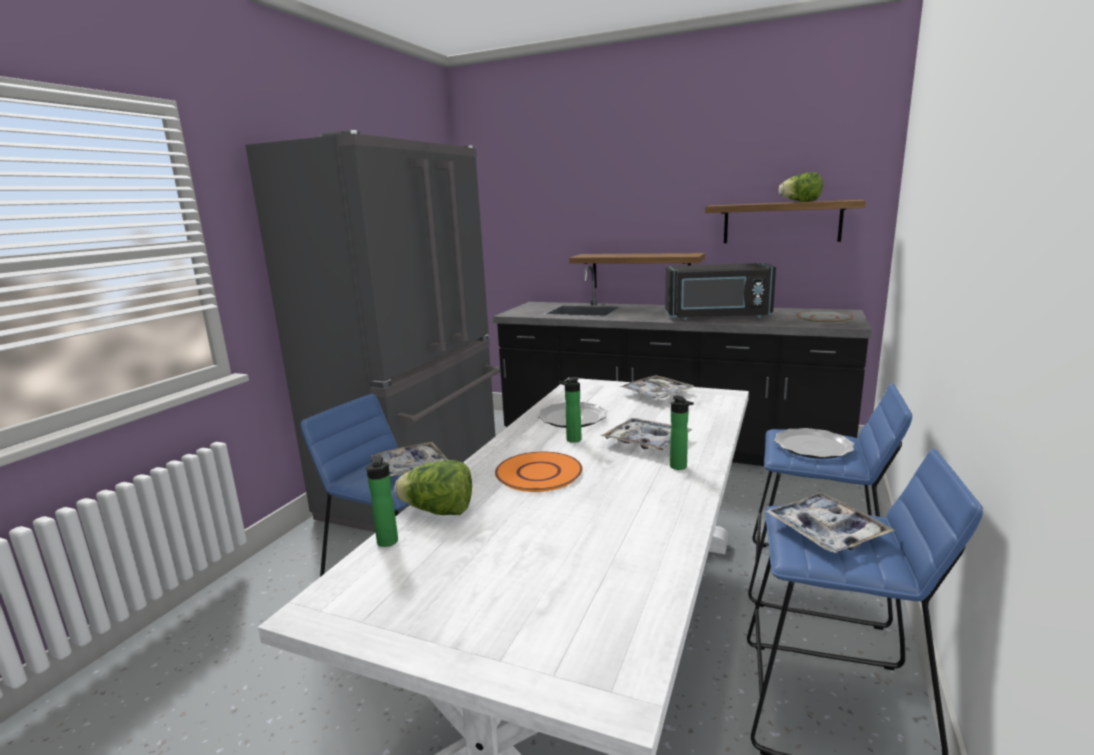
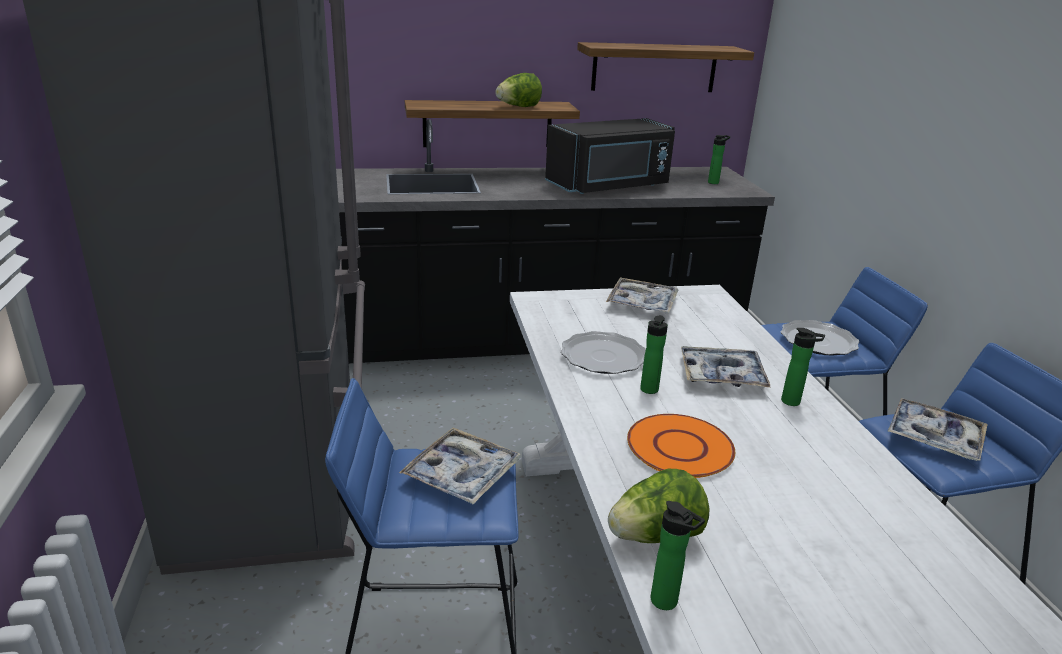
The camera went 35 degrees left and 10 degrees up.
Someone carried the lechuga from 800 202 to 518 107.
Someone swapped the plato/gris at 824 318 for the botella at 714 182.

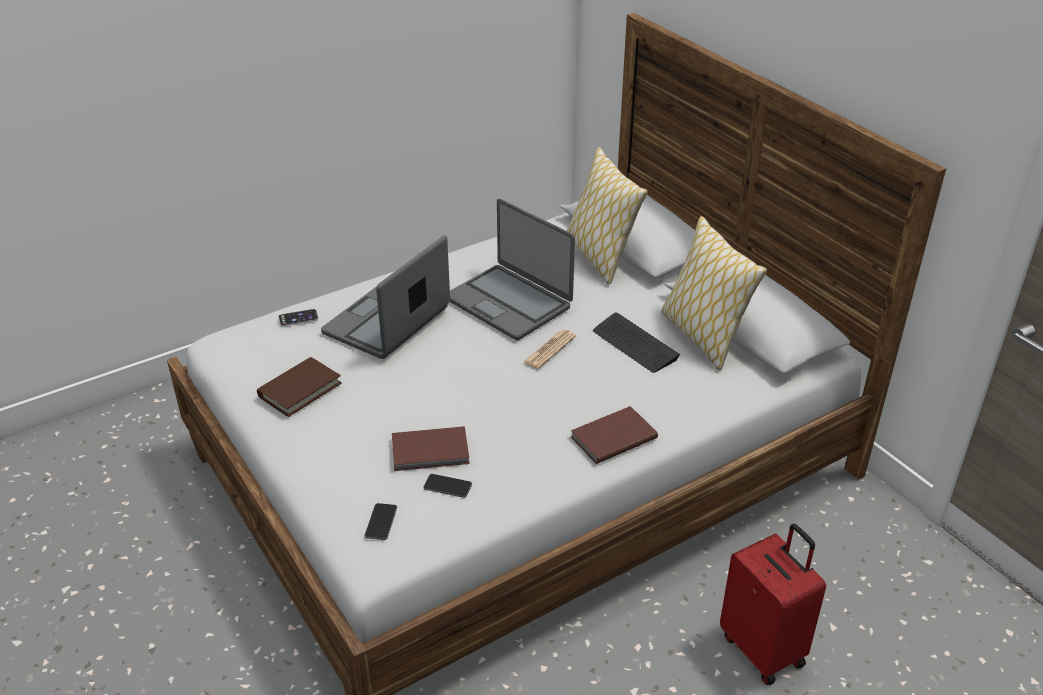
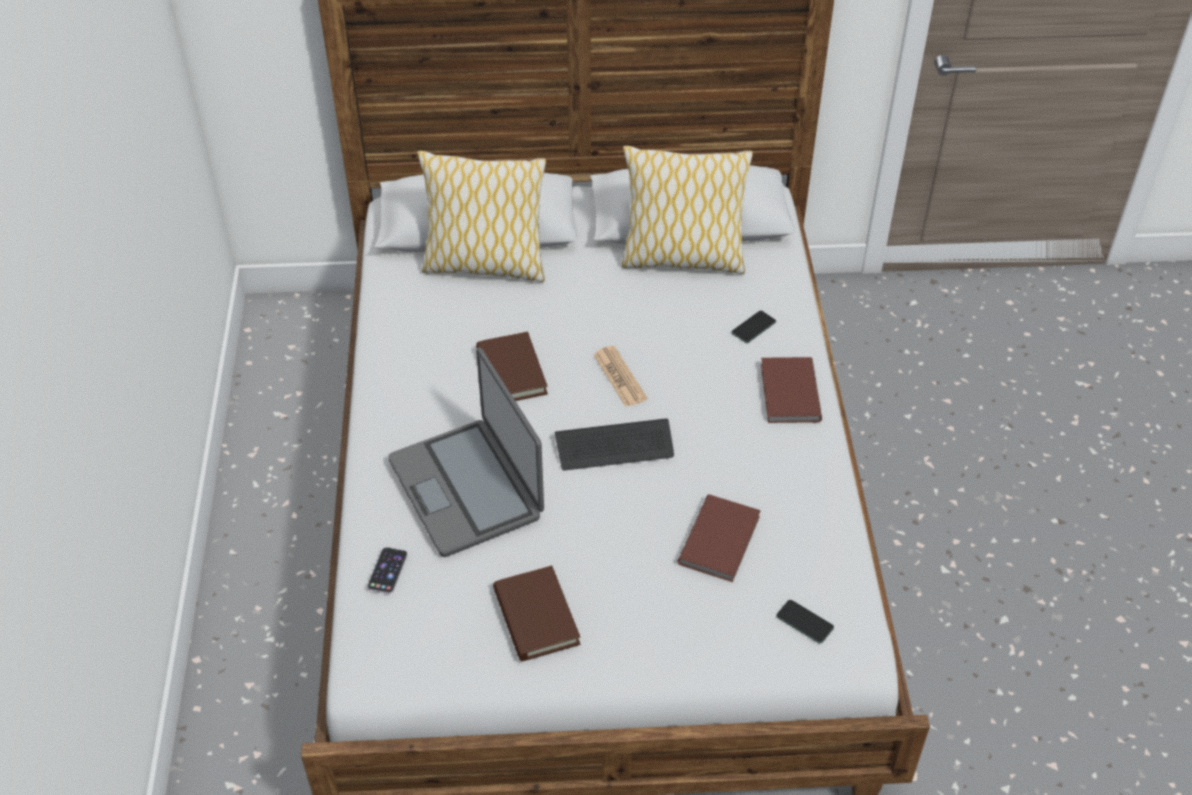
The camera went 60 degrees left and 10 degrees up.
Someone carried the móvil from 447 486 to 753 327.
Someone swapped the portátil at 509 302 for the libro/marrón at 511 372.
Someone carried the teclado from 635 344 to 614 446.
Someone took away the maleta/rojo at 764 649.

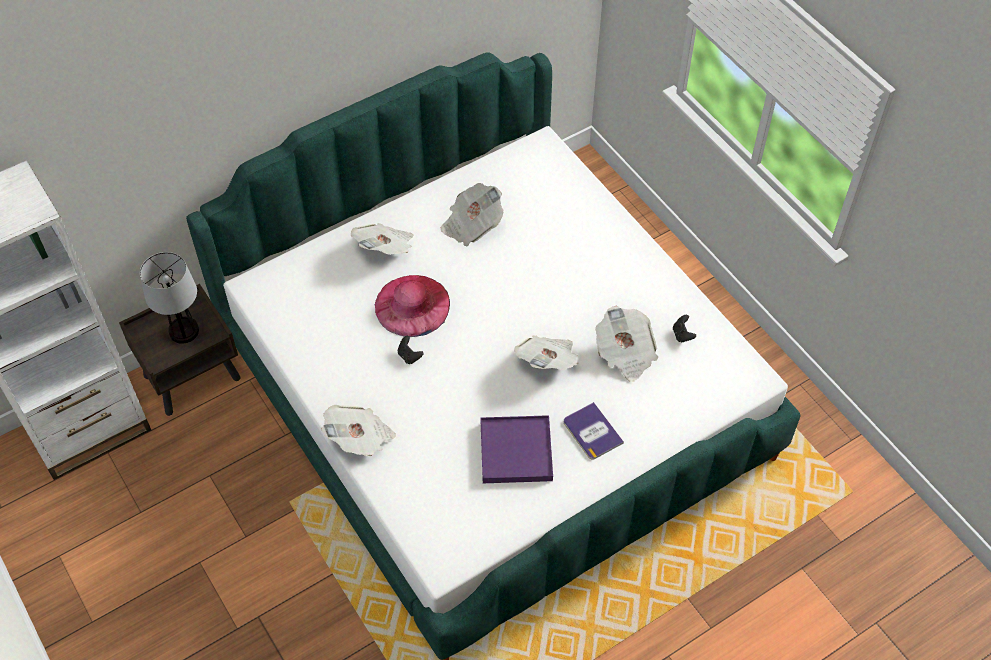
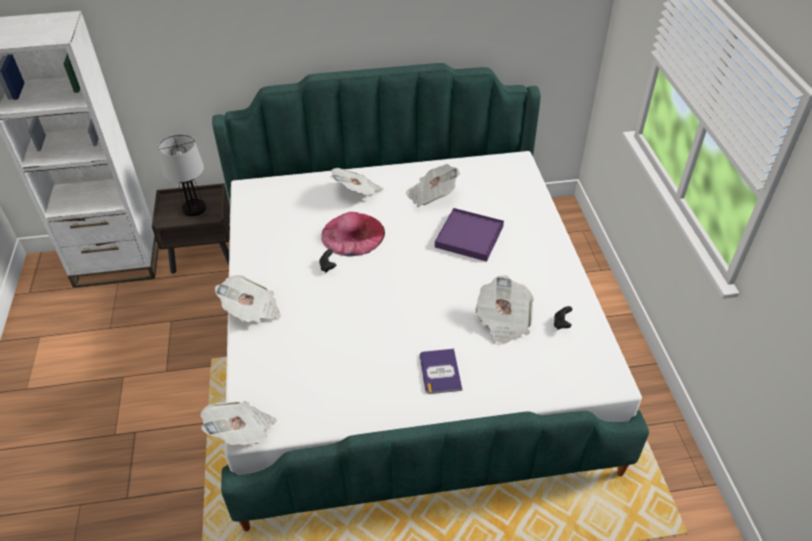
The camera went 25 degrees right and 10 degrees down.
Someone carried the bandeja/morado from 516 451 to 469 237.
Someone carried the periódico from 548 362 to 242 432.

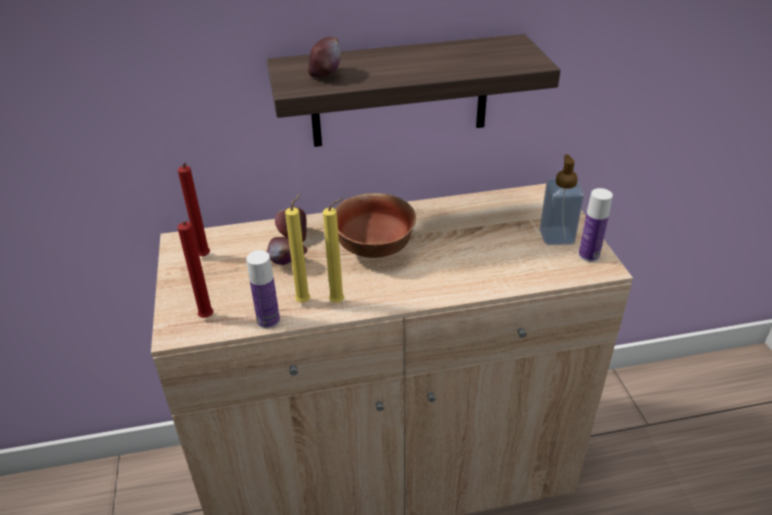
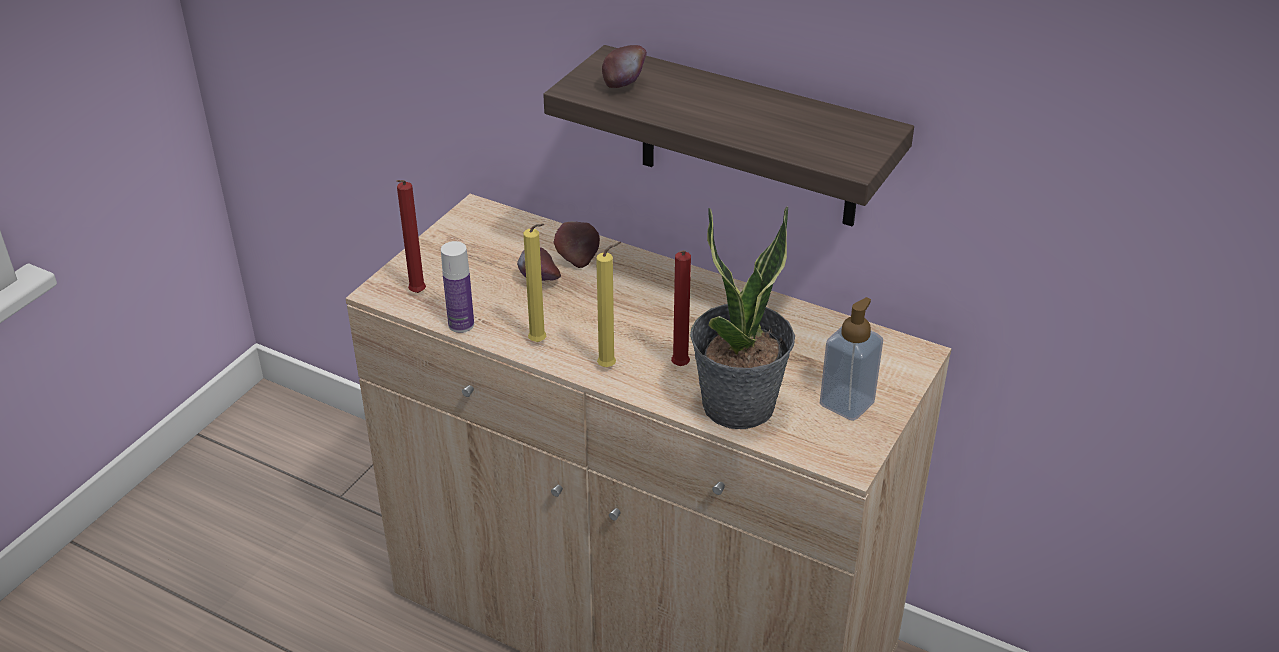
The camera went 40 degrees right and 0 degrees up.
Someone carried the vela/rojo from 204 257 to 679 368.
Someone carried the vela/amarillo from 305 300 to 609 367.
Someone took away the cuenco at 376 249.
Someone took away the botella at 588 255.
Someone put down the planta en maceta at 739 406.

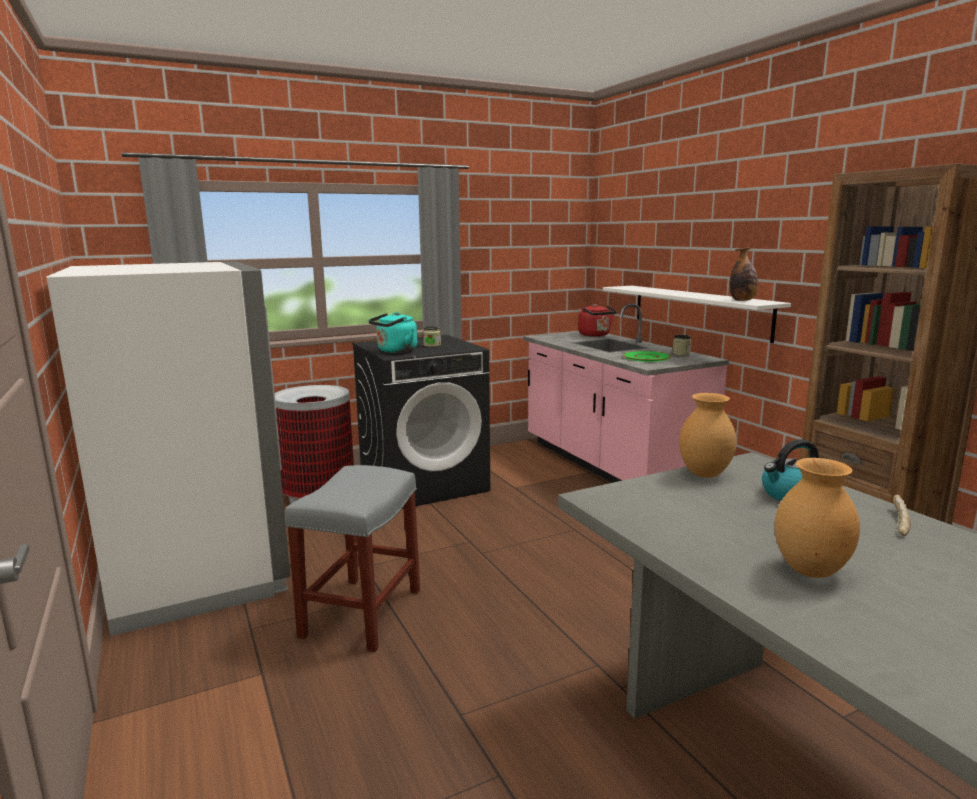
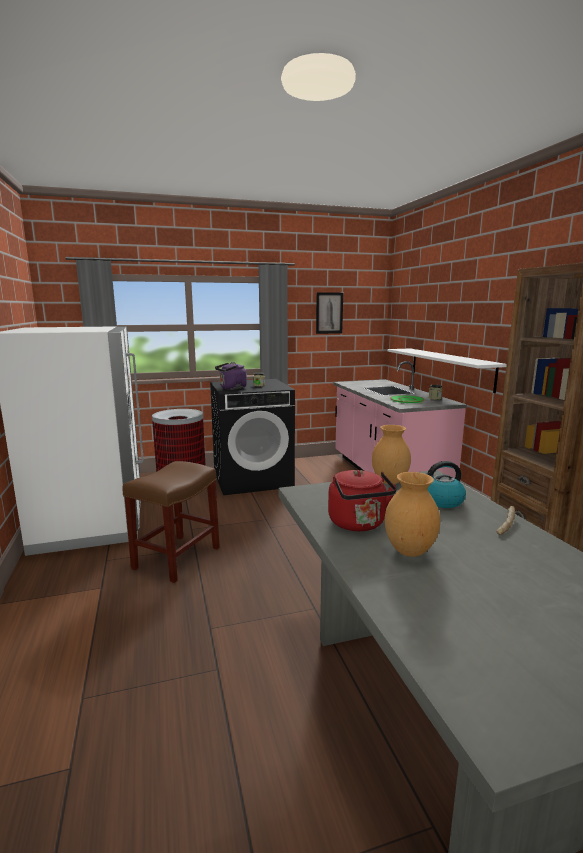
The camera went 10 degrees right and 0 degrees up.
Someone repainted the taburete/gris at 362 614, which became the taburete/marrón at 176 558.
Someone repainted the hervidor/turquesa at 395 351, which became the hervidor/morado at 231 388.
Someone carried the hervidor/rojo from 595 335 to 358 524.
Someone took away the botella at 742 300.
Someone put up the cuadro at 329 313.

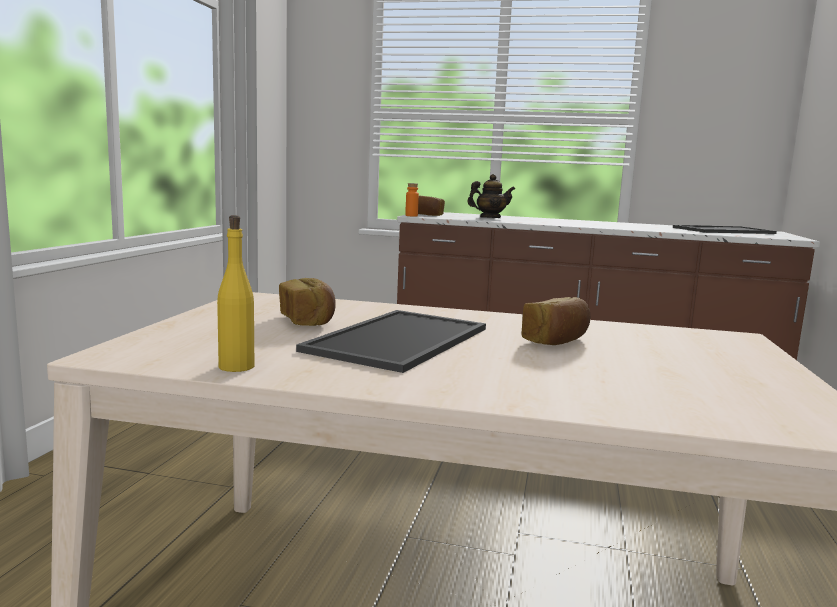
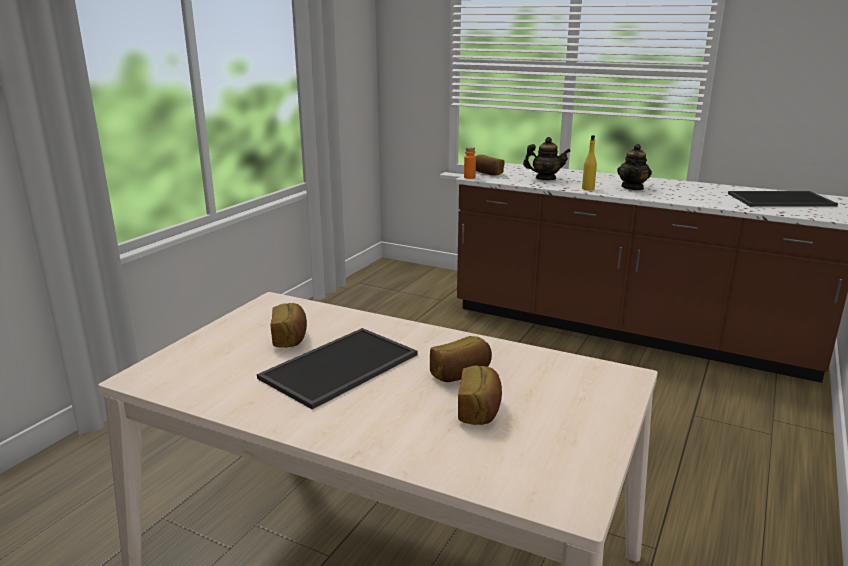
The camera went 15 degrees right and 10 degrees up.
Someone carried the botella/amarillo from 237 366 to 588 189.
Someone put down the pan at 480 410.
Someone put down the tetera at 632 187.

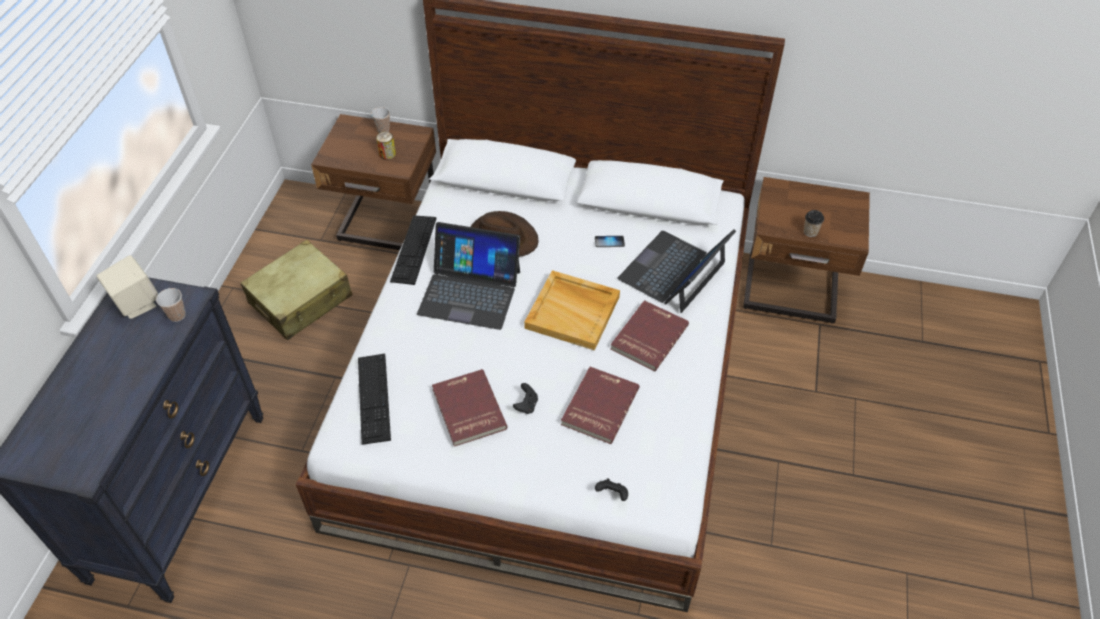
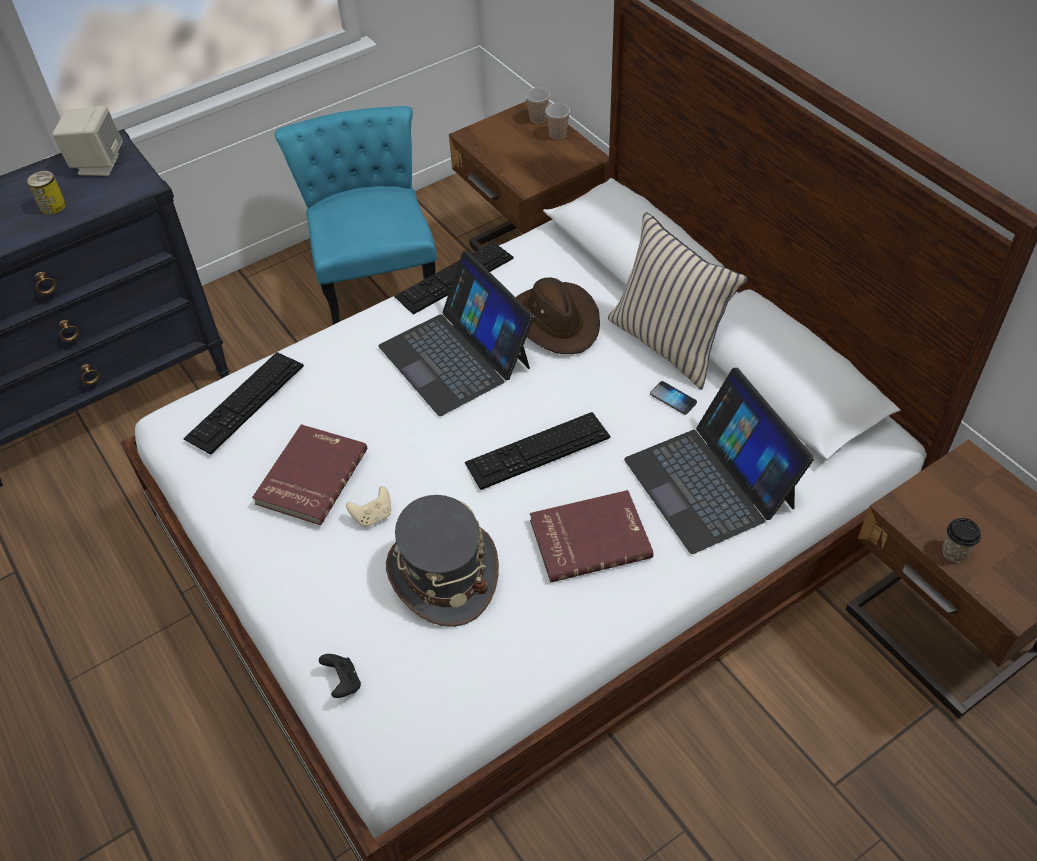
The camera went 45 degrees right and 0 degrees up.
Someone carried the taza from 177 315 to 538 118.
Someone swapped the maleta/beis at 301 300 for the silla/turquesa at 377 286.
Someone carried the lata from 387 154 to 52 206.
Someone repainted the mando de consola/negro at 526 405, which became the mando de consola/beis at 373 516.
Someone swapped the bandeja/beis at 573 312 for the teclado at 537 450.
Someone swapped the libro/rojo at 598 406 for the sombrero/gris at 443 574.
Someone rotated the portátil at 673 272 by 105 degrees counterclockwise.
Someone put down the cojín/beis at 668 343.

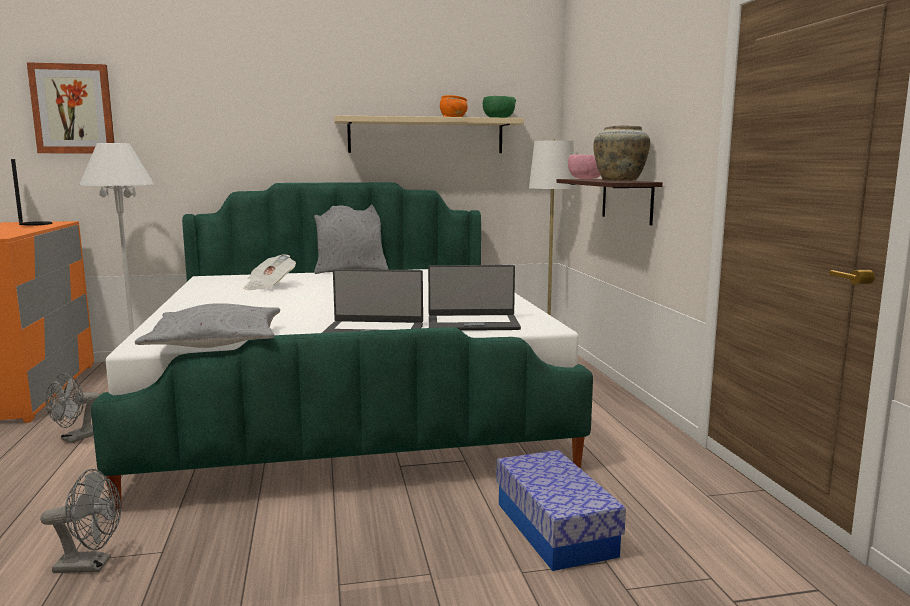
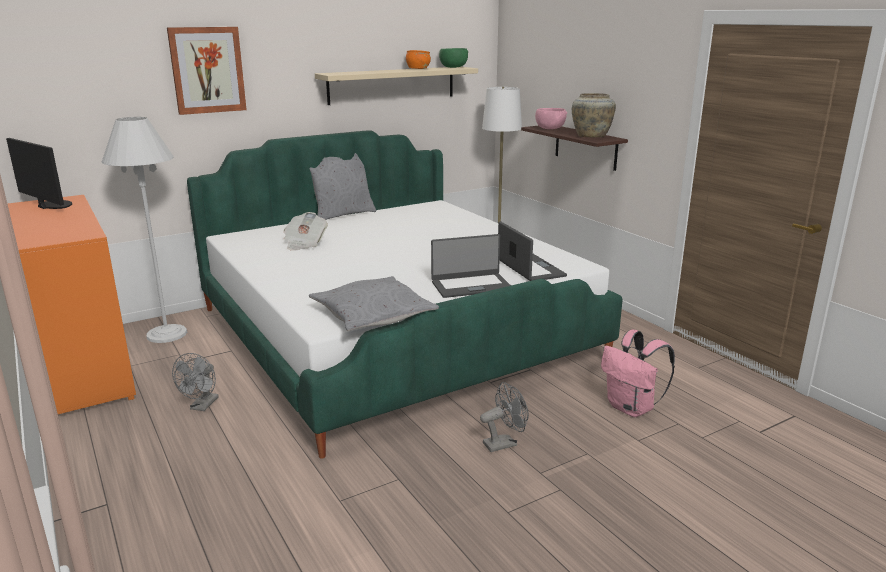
The camera went 20 degrees left and 10 degrees up.
Someone carried the cuadro from 73 109 to 207 70.
Someone carried the ventilador/gris from 91 565 to 504 443.
Someone rotated the portátil at 472 323 by 90 degrees counterclockwise.
Someone swapped the caja de almacenaje at 555 529 for the mochila/rosa at 632 408.

